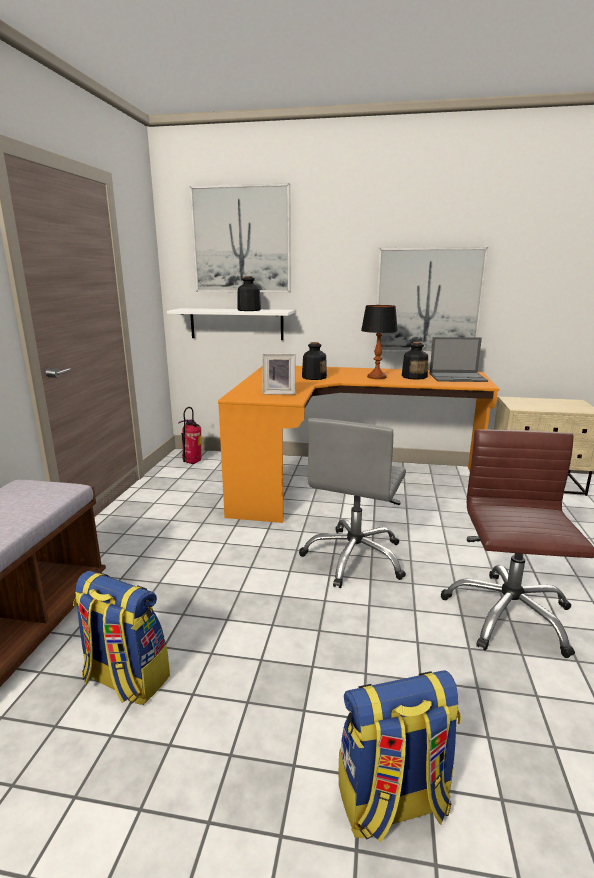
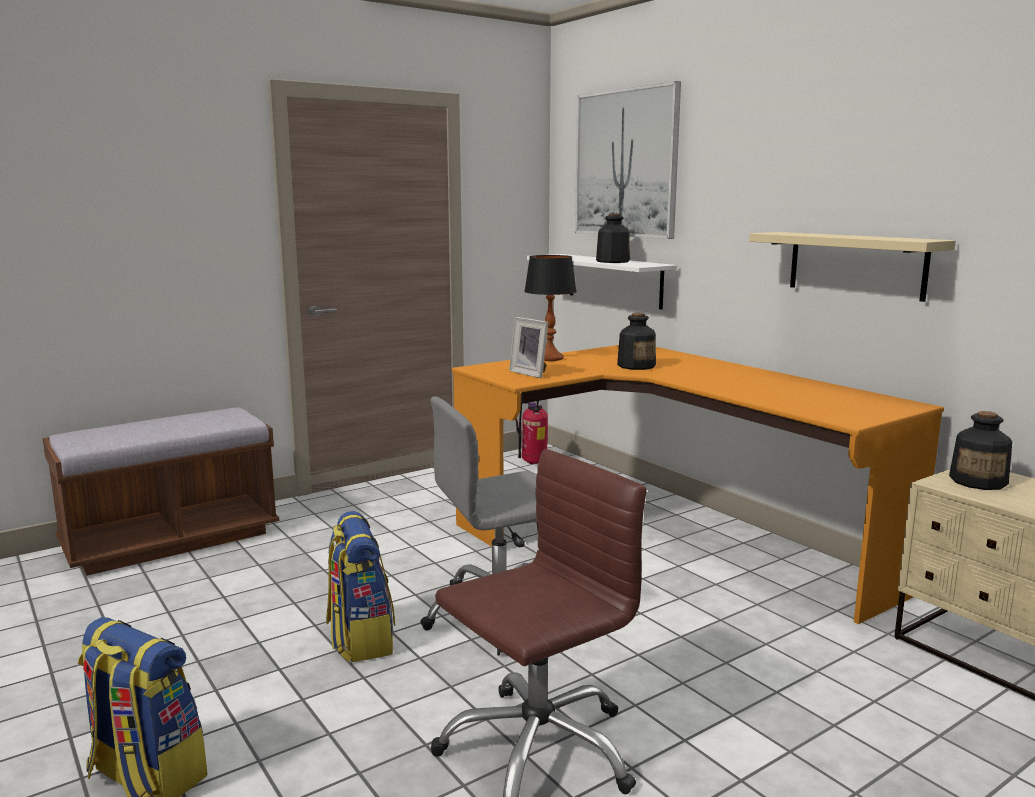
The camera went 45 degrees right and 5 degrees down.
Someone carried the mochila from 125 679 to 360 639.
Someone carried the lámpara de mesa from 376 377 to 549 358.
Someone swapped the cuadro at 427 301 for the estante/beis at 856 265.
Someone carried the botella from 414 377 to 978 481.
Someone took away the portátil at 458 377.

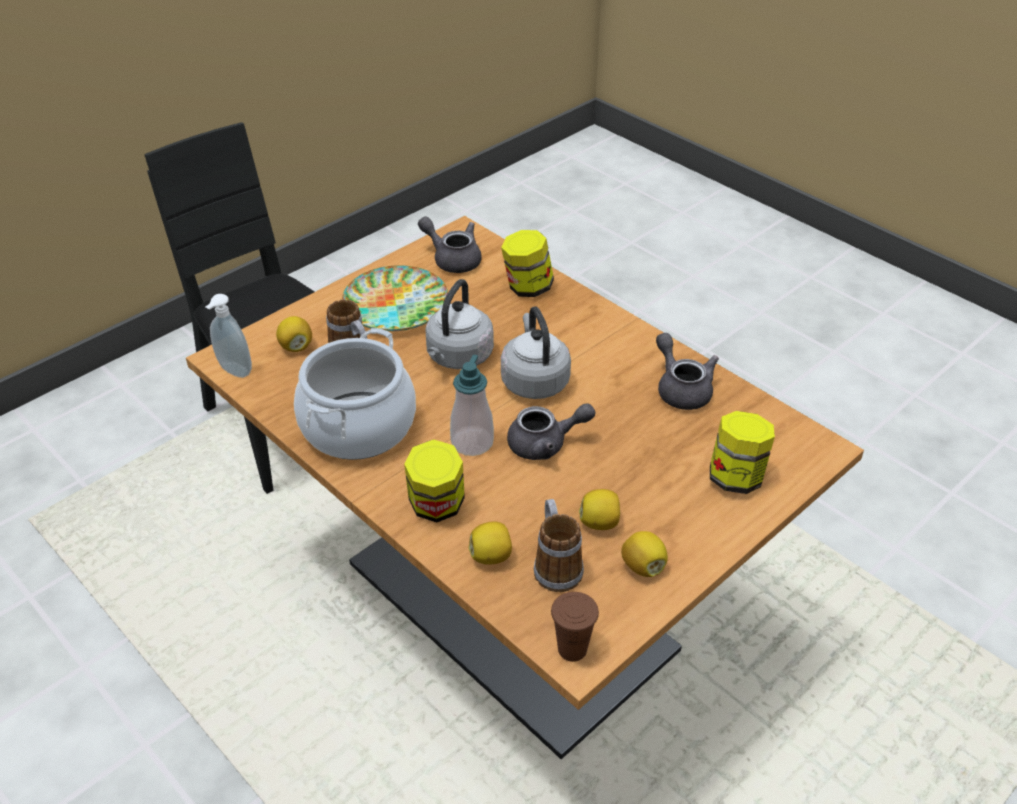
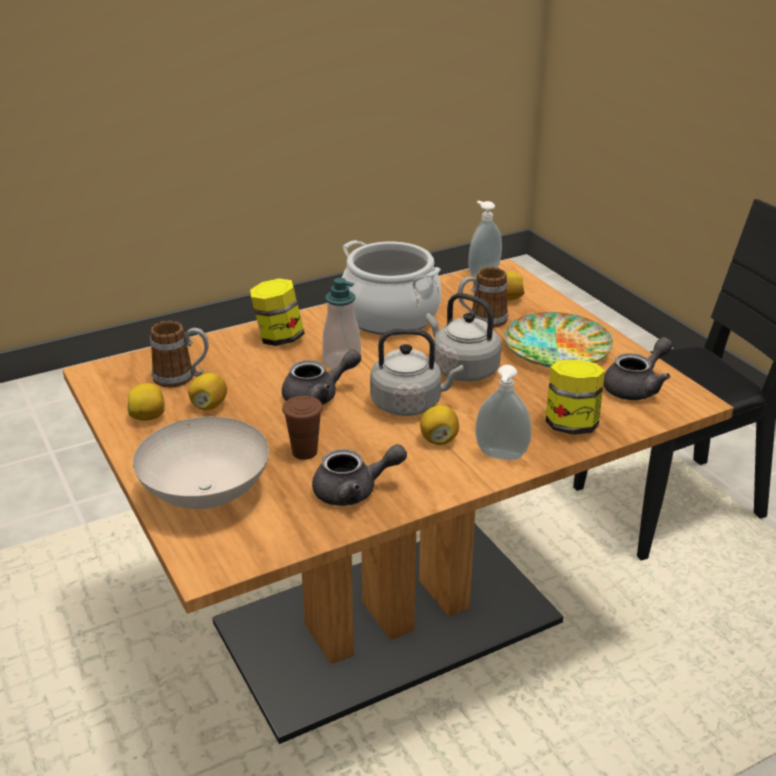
The camera went 105 degrees right and 10 degrees down.
Someone carried the limón from 491 556 to 439 439.
Someone rotated the tetera/gris at 545 444 by 120 degrees counterclockwise.
Someone carried the taza/marrón from 572 649 to 304 452.
Someone swapped the tarro at 736 477 for the cuenco/blanco at 207 493.
Someone put down the dispensador de jabón at 500 457.

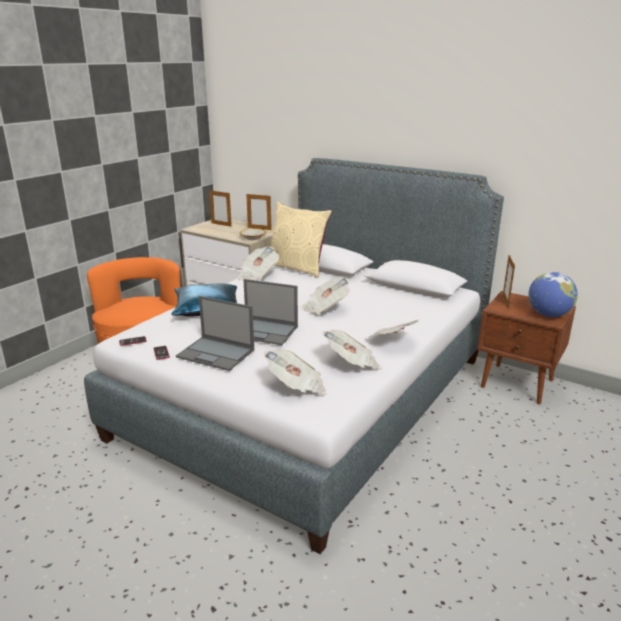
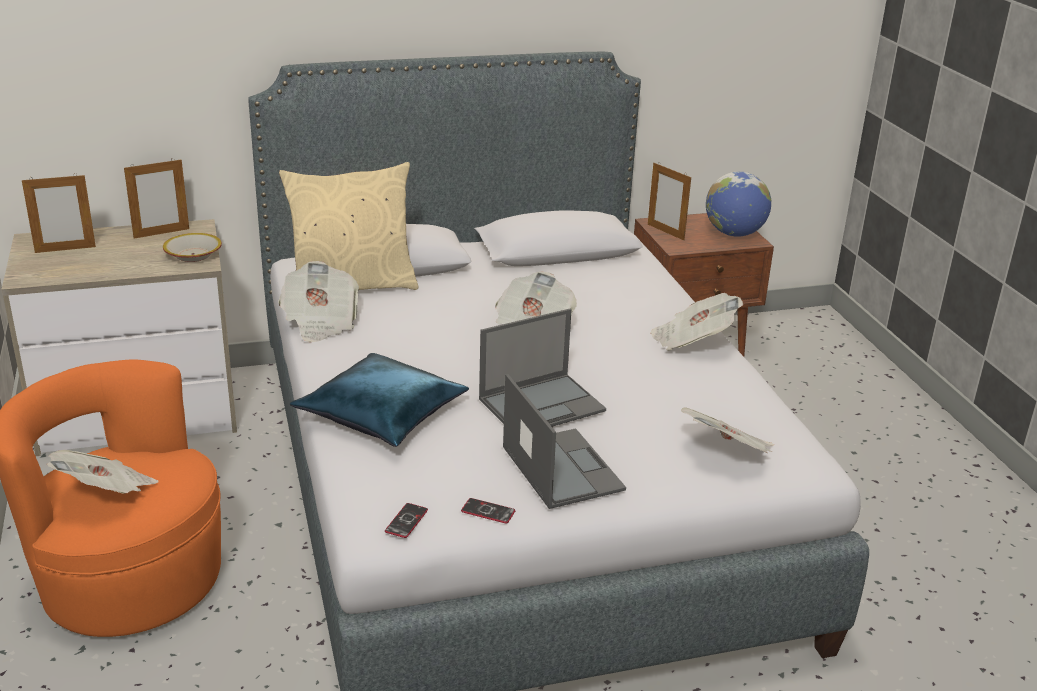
The camera went 50 degrees left and 5 degrees up.
Someone rotated the portátil at 216 353 by 90 degrees counterclockwise.
Someone carried the periódico from 352 363 to 107 493.

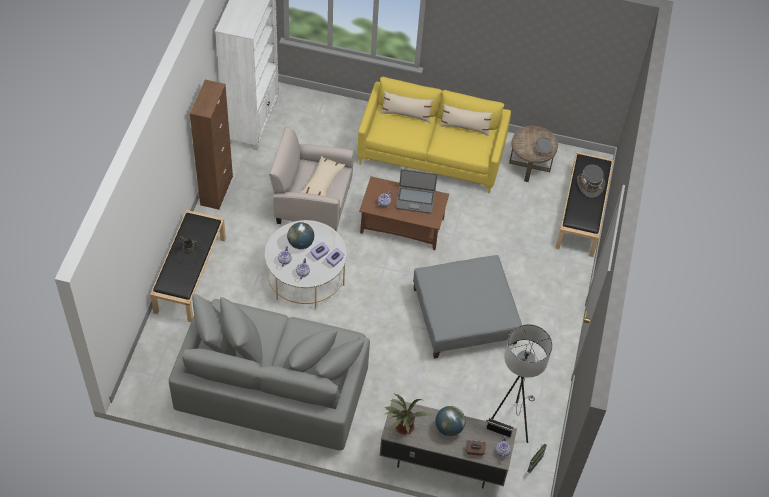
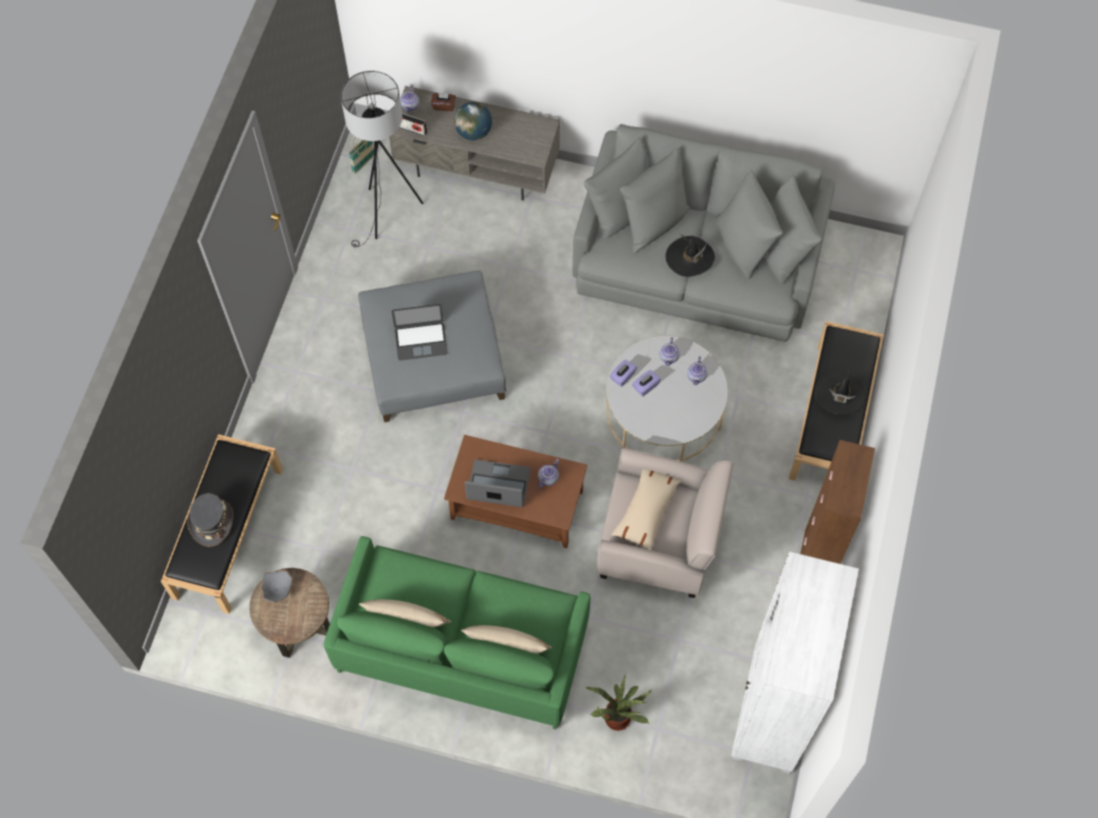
The camera went 175 degrees left and 10 degrees up.
Someone took away the globo terráqueo at 301 243.
Someone repainted the sofá/amarillo at 431 154, which became the sofá/verde at 462 646.
Someone carried the planta en maceta from 403 429 to 618 715.
Someone put down the portátil at 421 341.
Someone put down the sombrero/negro at 690 258.

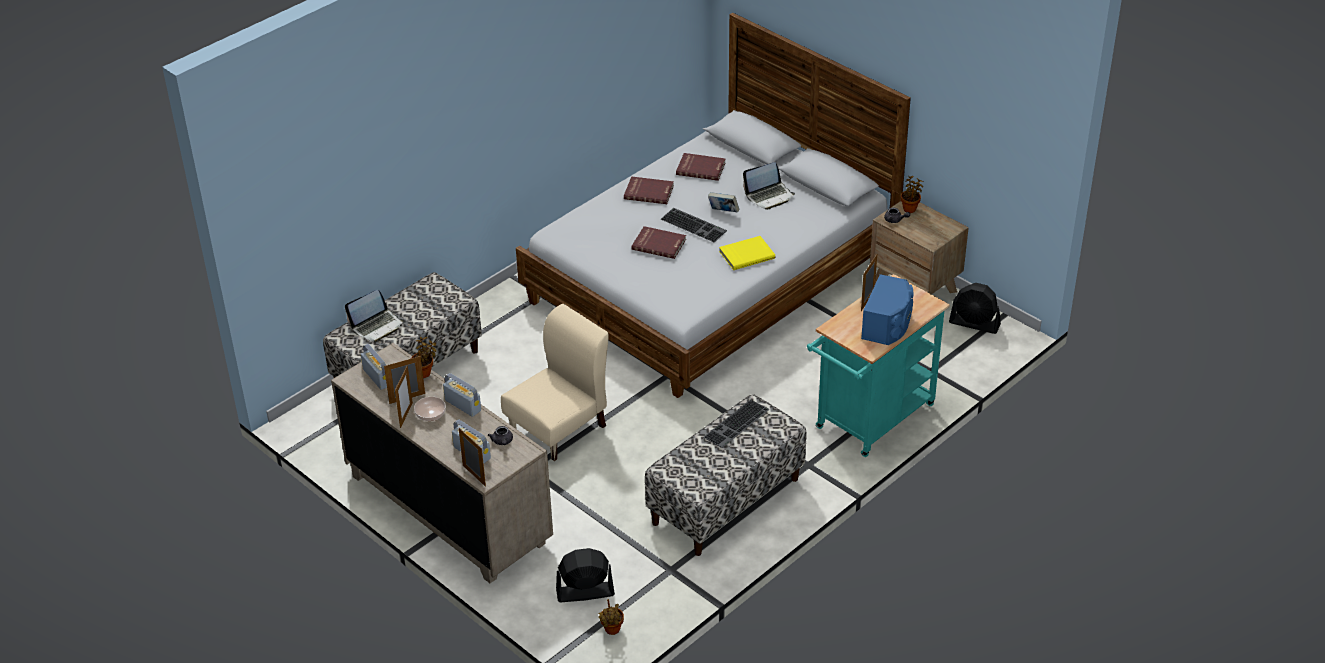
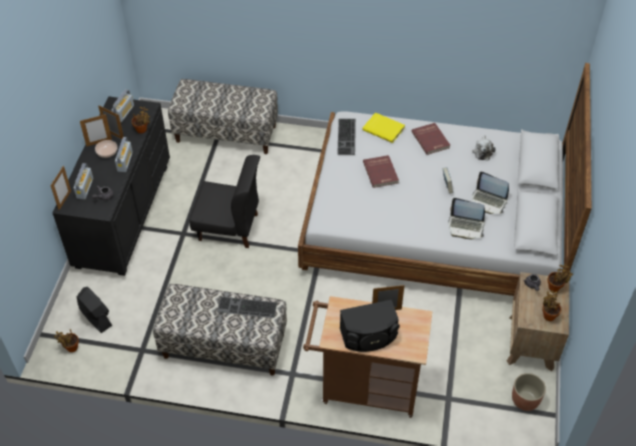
The camera went 55 degrees right and 10 degrees up.
Someone repainted the cómoda/beis at 448 509, which became the cómoda/negro at 124 215.
Someone carried the portátil from 377 326 to 466 226.
Someone repainted the silla/beis at 559 428, which became the silla/negro at 229 227.
Someone carried the teclado from 694 225 to 347 137.
Someone swapped the libro/rojo at 701 168 for the peluche at 482 151.
Someone carried the libro/amarillo from 746 254 to 384 128.
Someone repainted the carrito/turquesa at 870 421, which became the carrito/marrón at 364 388.
Someone repainted the altavoz/azul at 888 324, which became the altavoz/negro at 369 336.
Someone swapped the ventilador/negro at 974 324 for the maceta at 525 400.
Someone put down the planta en maceta at 548 315.

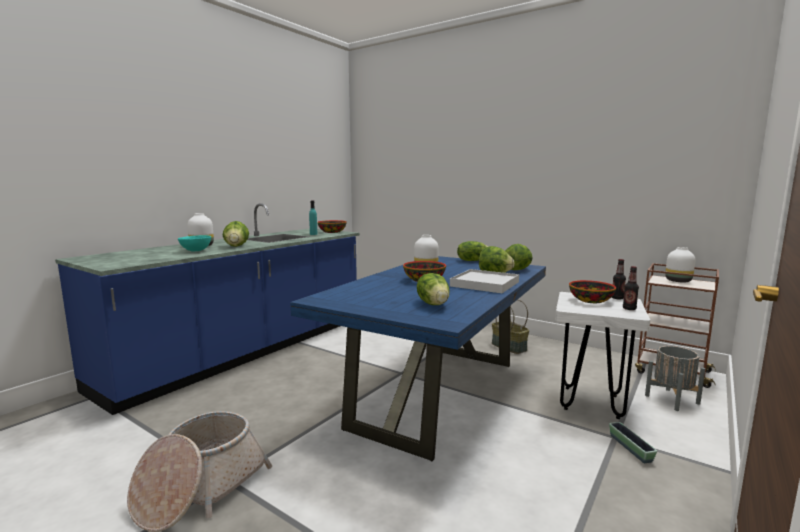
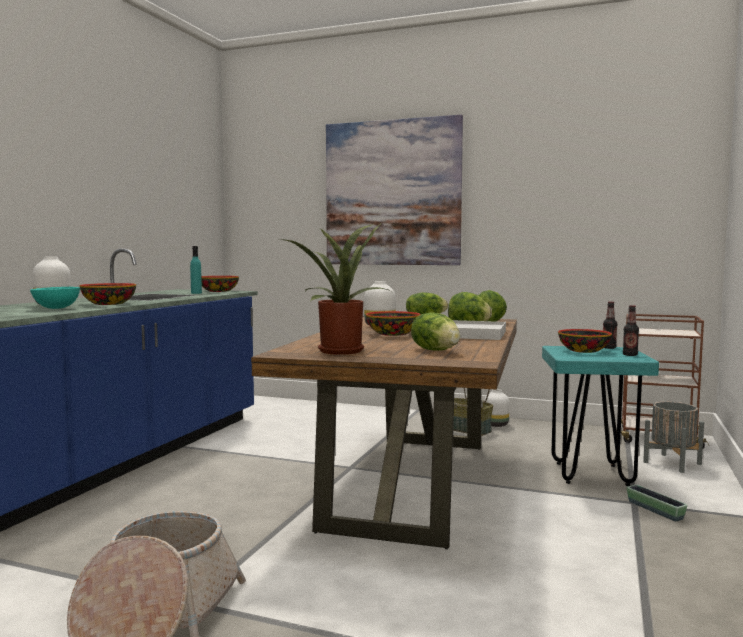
The camera went 15 degrees left and 5 degrees down.
Someone swapped the lechuga at 236 246 for the cuenco at 109 304.
Someone repainted the mesa de comedor/azul at 437 393, which became the mesa de comedor/marrón at 410 483.
Someone repainted the taburete/blanco at 591 402, which became the taburete/turquesa at 591 474.
Someone carried the florero/blanco from 678 281 to 496 424.
Someone put down the planta en maceta at 338 350.
Someone put up the cuadro at 392 193.

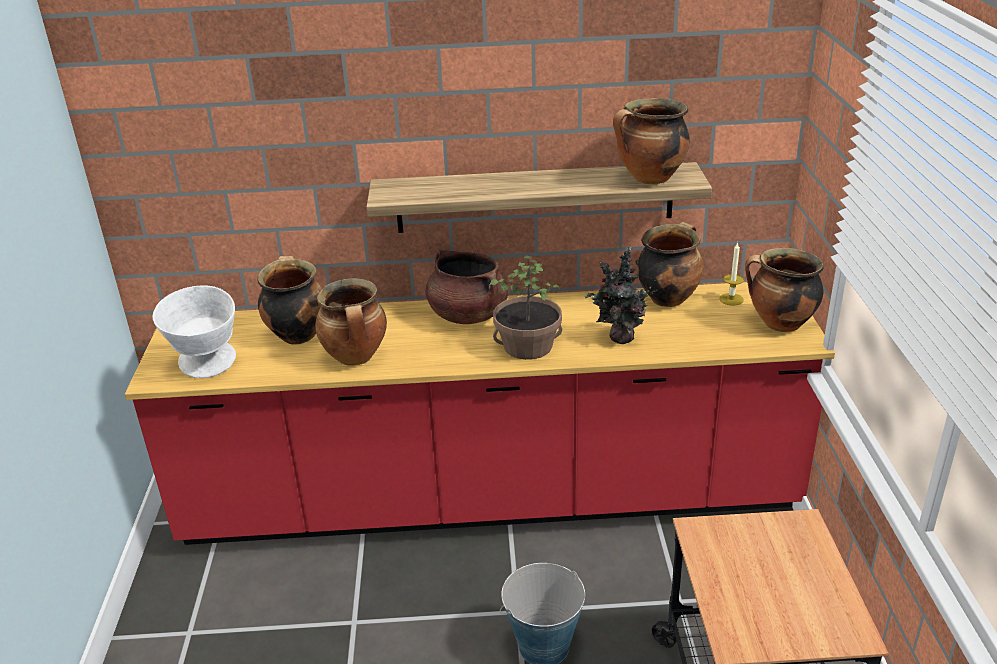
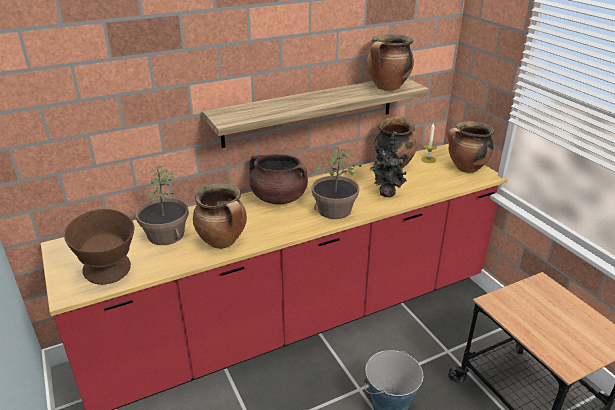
The camera went 25 degrees left and 0 degrees up.
Someone repainted the cuenco/blanco at 207 369, which became the cuenco/marrón at 110 275.
Someone swapped the olla at 297 334 for the planta en maceta at 165 235.

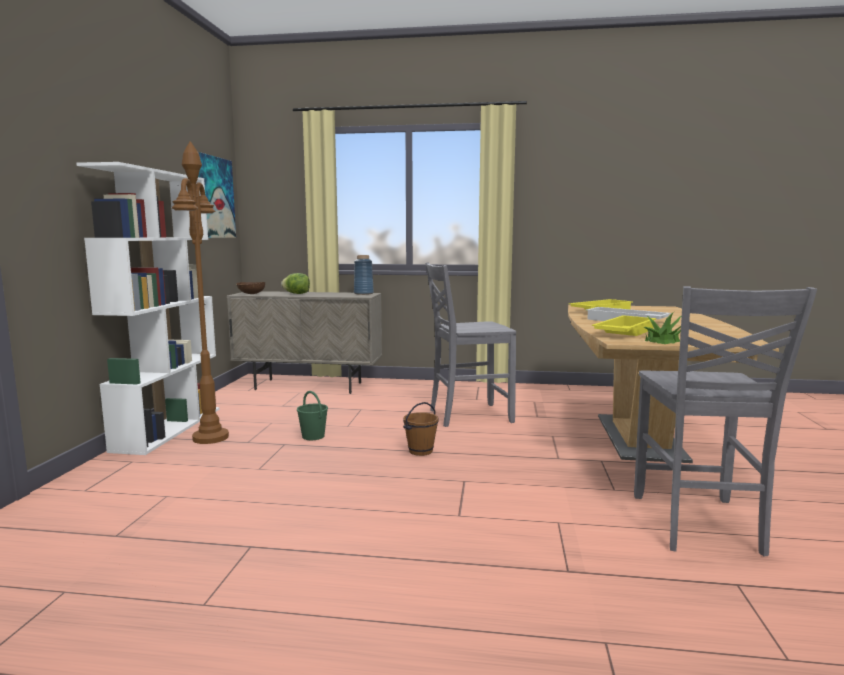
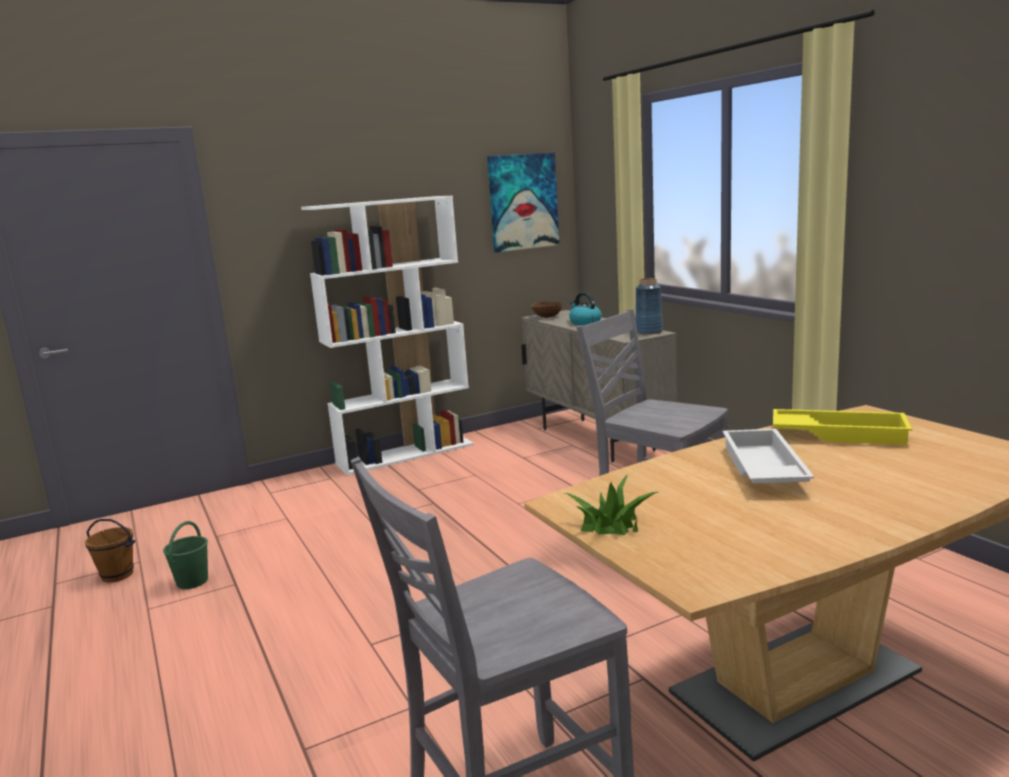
The camera went 55 degrees right and 5 degrees up.
Someone took away the lámpara de pie/marrón at 210 437.
Someone swapped the lechuga at 297 294 for the hervidor at 584 322.
Someone carried the cubo/verde from 313 436 to 192 581.
Someone carried the cubo/marrón from 420 451 to 118 575.
Someone took away the bandeja/amarillo at 623 332.

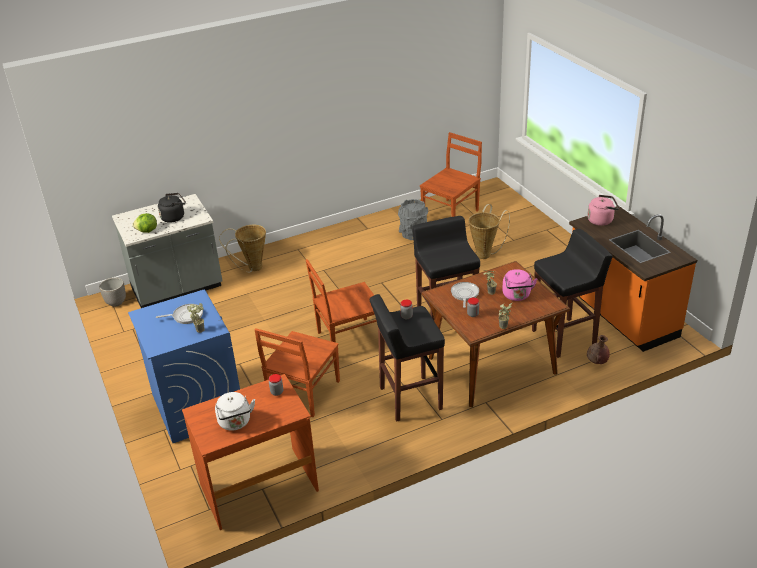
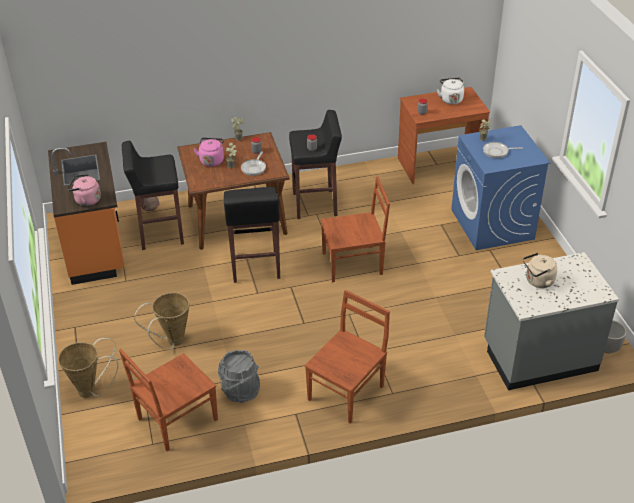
The camera went 170 degrees left and 5 degrees up.
Someone took away the lechuga at 147 231.
Someone repainted the hervidor/negro at 174 217, which became the hervidor/beis at 538 281.
Someone carried the cesta from 252 268 to 91 391.
Someone carried the silla/marrón from 303 393 to 347 391.

